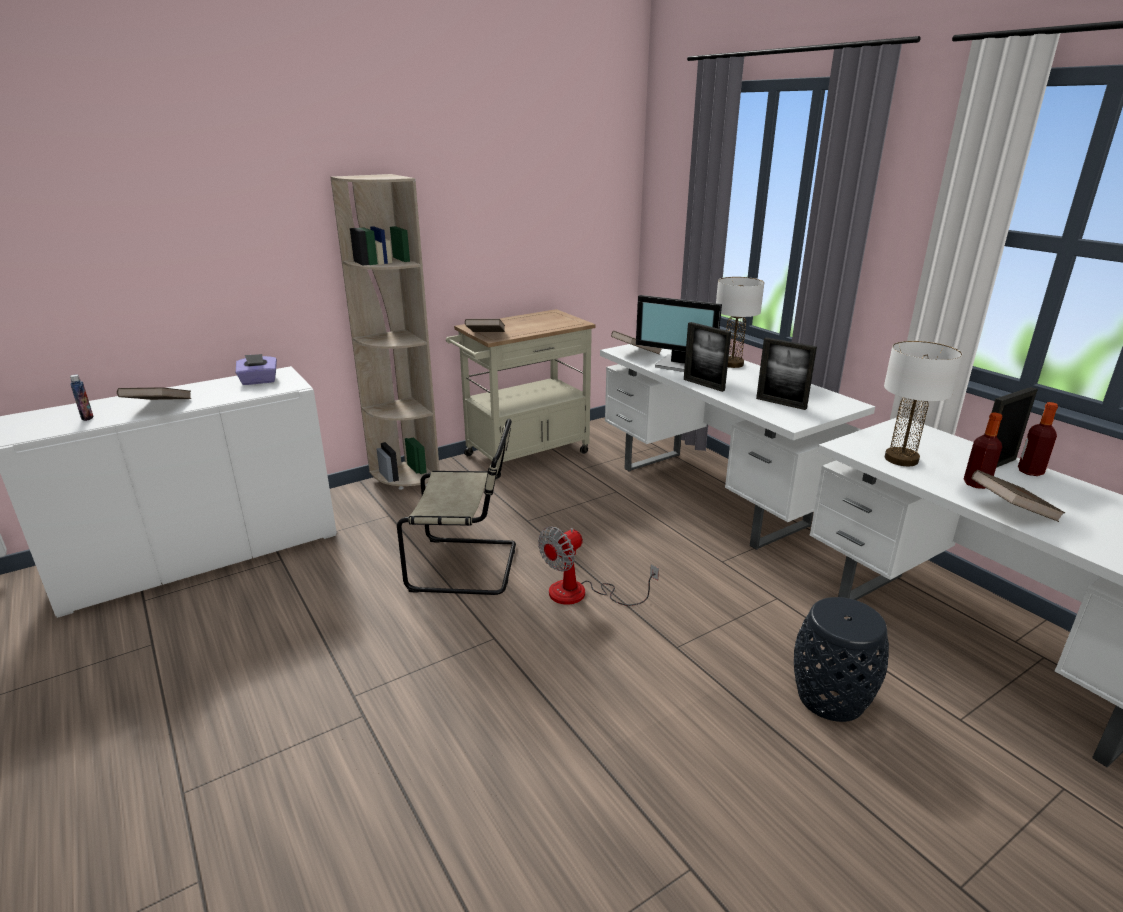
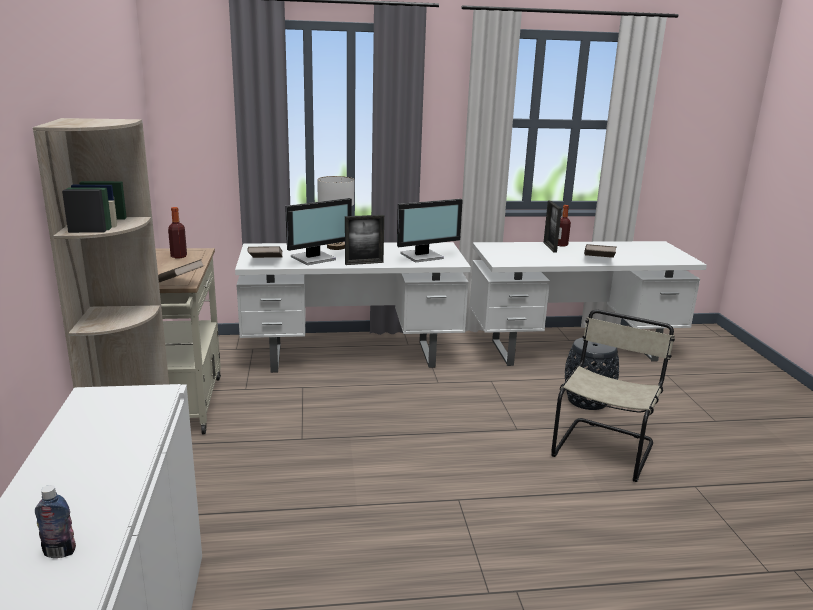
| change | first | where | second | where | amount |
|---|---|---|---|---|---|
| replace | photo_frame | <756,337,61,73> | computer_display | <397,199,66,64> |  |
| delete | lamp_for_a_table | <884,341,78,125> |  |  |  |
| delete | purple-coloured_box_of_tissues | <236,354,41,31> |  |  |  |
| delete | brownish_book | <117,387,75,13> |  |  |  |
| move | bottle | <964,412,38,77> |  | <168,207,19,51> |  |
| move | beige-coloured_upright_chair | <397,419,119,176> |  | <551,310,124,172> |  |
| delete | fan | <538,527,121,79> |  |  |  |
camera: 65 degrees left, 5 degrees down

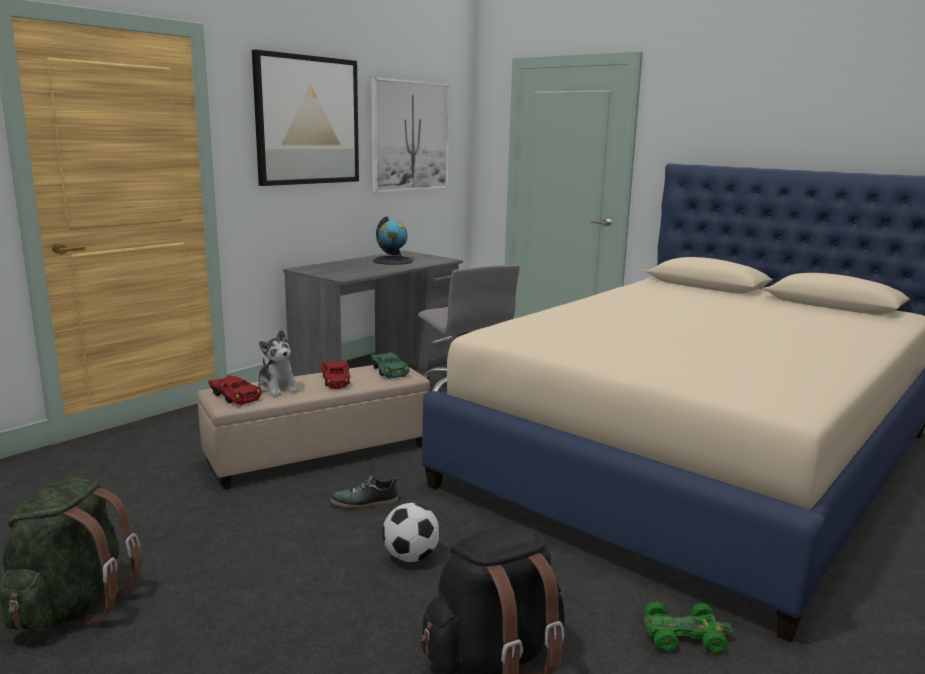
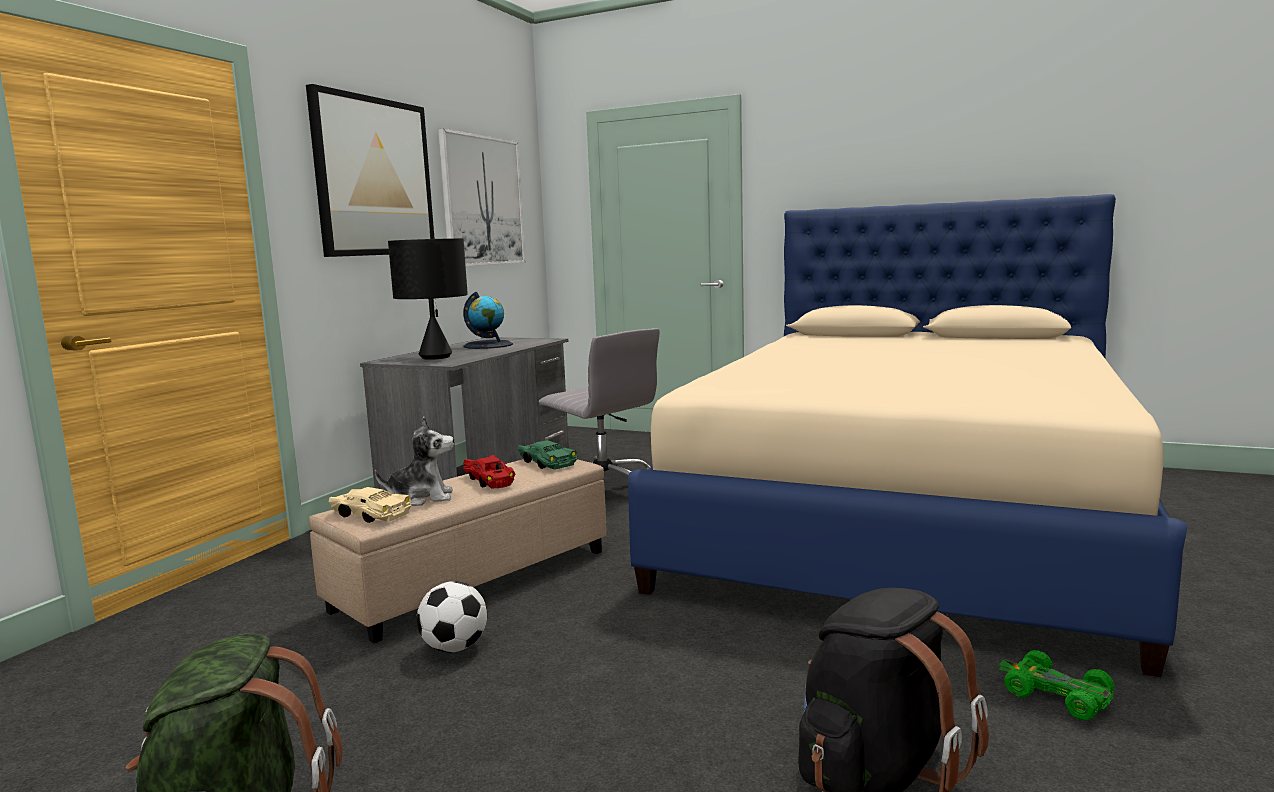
| change | first | where | second | where | amount |
|---|---|---|---|---|---|
| rotate | cuddly_toy | <257,330,43,67> |  | <375,417,79,89> | 45 degrees counterclockwise |
| recolor | red_miniature_car | <208,375,54,30> | beige-coloured_miniature_car | <329,487,83,36> |  |
| delete | low_shoe | <331,476,67,33> |  |  |  |
| move | football | <382,503,58,59> |  | <417,581,70,72> |  |
| rotate | green-coloured_miniature_car | <644,601,89,53> |  | <999,650,116,70> | 120 degrees counterclockwise |
| insert |  |  | black-coloured_lamp_for_a_table | <388,238,80,122> |  |
camera: 15 degrees left, 5 degrees down

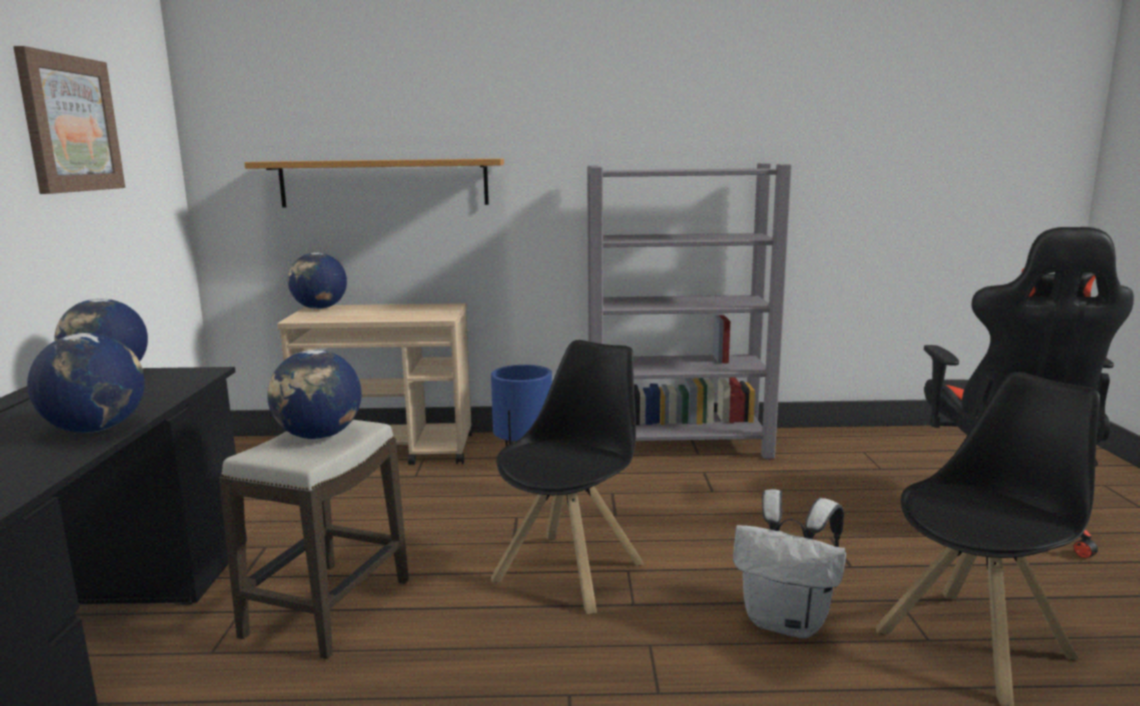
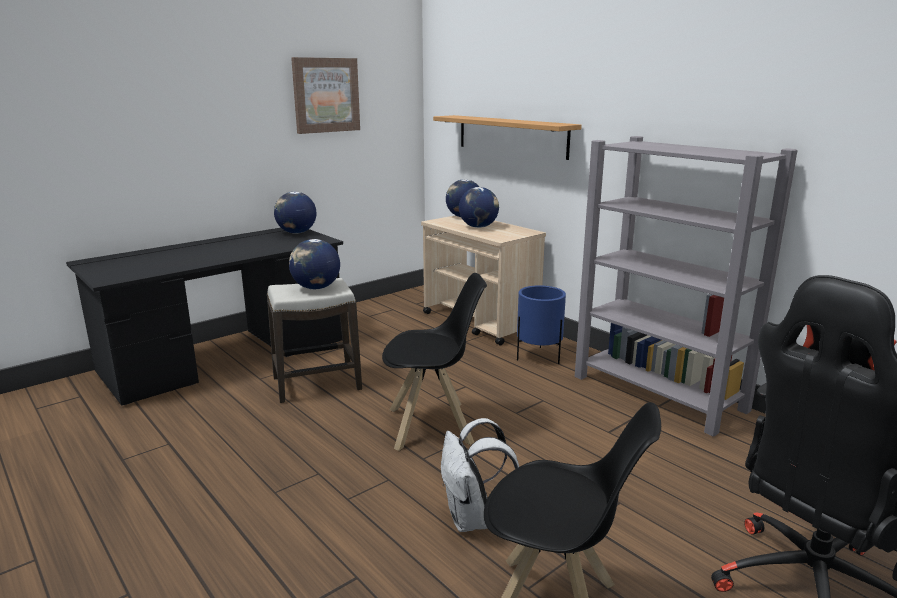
| change | first | where | second | where | amount |
|---|---|---|---|---|---|
| move | world_globe | <27,333,118,100> |  | <459,187,40,41> |  |
camera: 50 degrees right, 5 degrees up

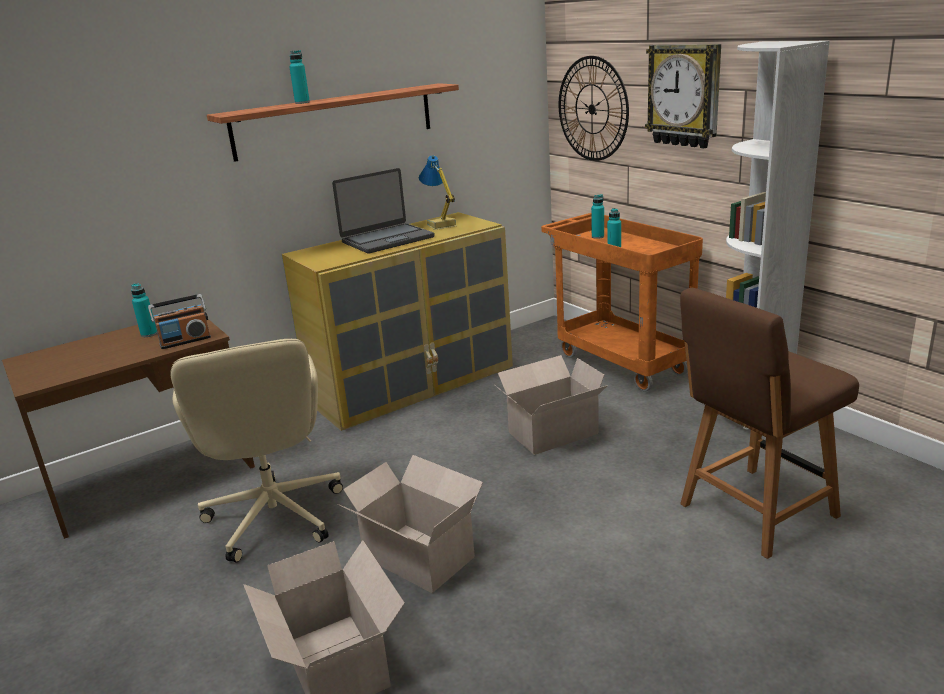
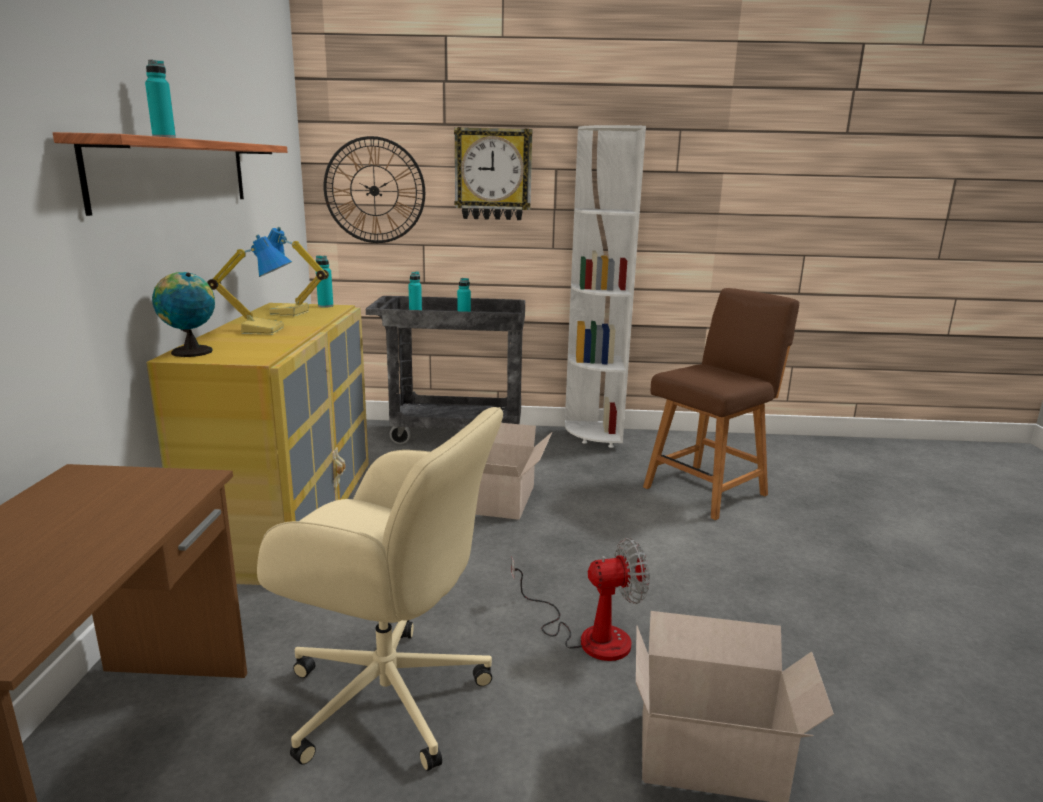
| change | first | where | second | where | amount |
|---|---|---|---|---|---|
| replace | portable_computer | <332,168,103,86> | lamp_for_a_table | <207,235,85,100> |  |
| recolor | orange-coloured_trolley | <541,213,162,179> | gray_trolley | <366,296,159,148> |  |
| move | turquoise-coloured_bottle | <131,283,26,54> |  | <316,256,17,52> |  |
| rotate | brownish_upright_chair | <680,288,179,271> |  | <643,288,156,232> | 135 degrees counterclockwise |
| delete | radio_set | <148,294,63,55> |  |  |  |
| replace | packing_box | <337,455,146,138> | fan | <511,538,139,123> |  |
| insert |  |  | world_globe | <152,272,63,85> |  |
camera: 55 degrees left, 5 degrees down

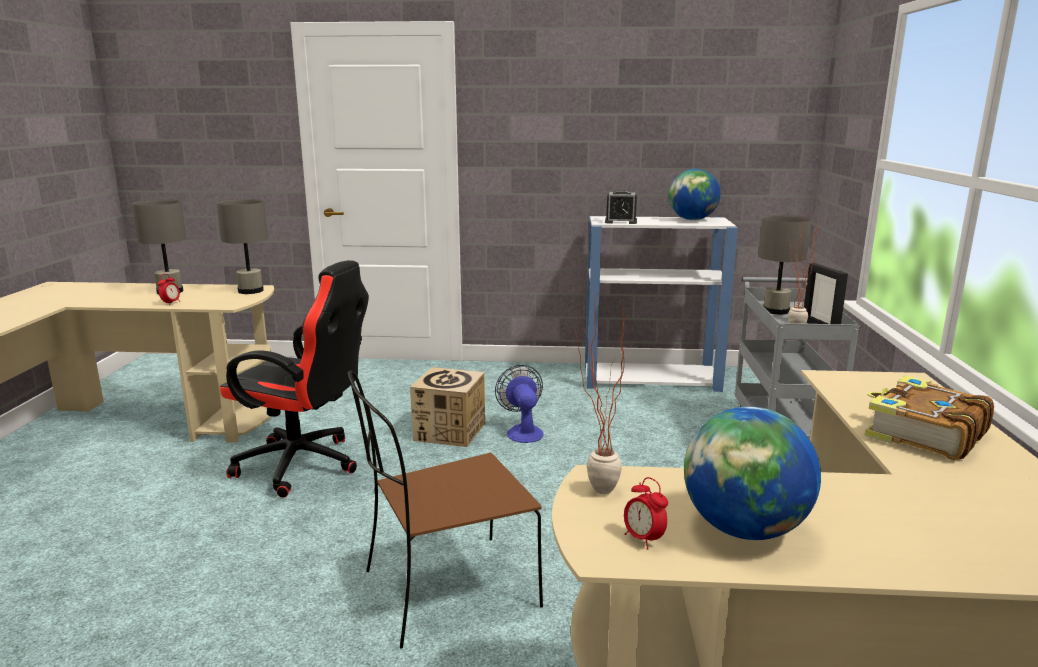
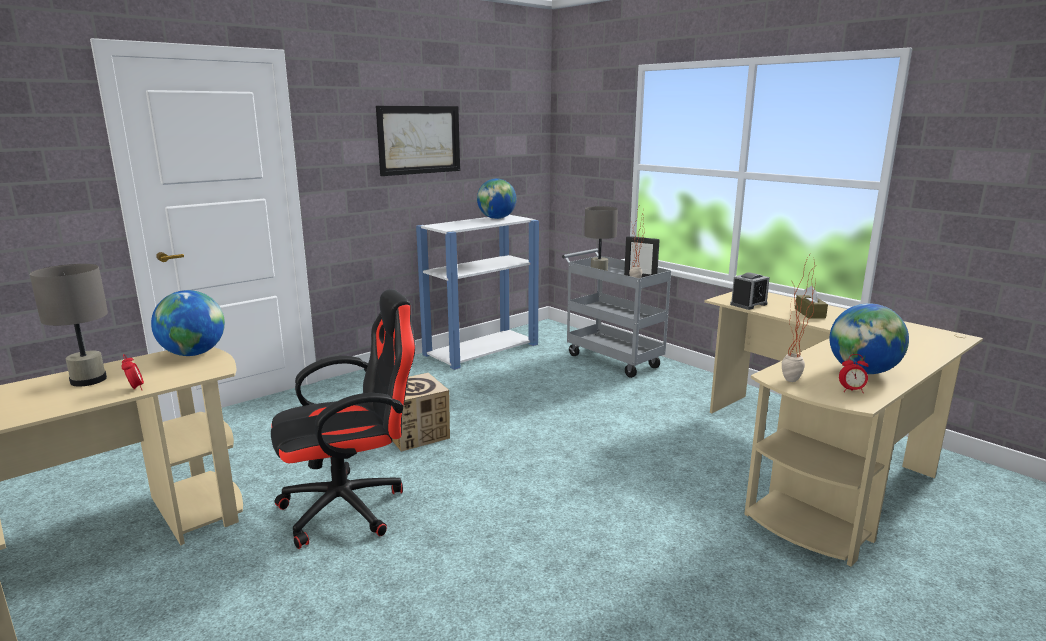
| change | first | where | second | where | amount |
|---|---|---|---|---|---|
| move | table_clock | <605,190,32,34> |  | <730,272,40,38> |  |
| replace | gray_lamp_for_a_table | <217,199,51,95> | world_globe | <151,290,74,66> |  |
| delete | fan | <495,365,48,78> |  |  |  |
| delete | brownish_upright_chair | <348,370,195,278> |  |  |  |
| replace | book | <864,375,130,85> | brownish_box_of_tissues | <795,286,33,33> |  |
| insert |  |  | wall_art | <376,106,84,70> |  |
camera: 45 degrees left, 0 degrees up

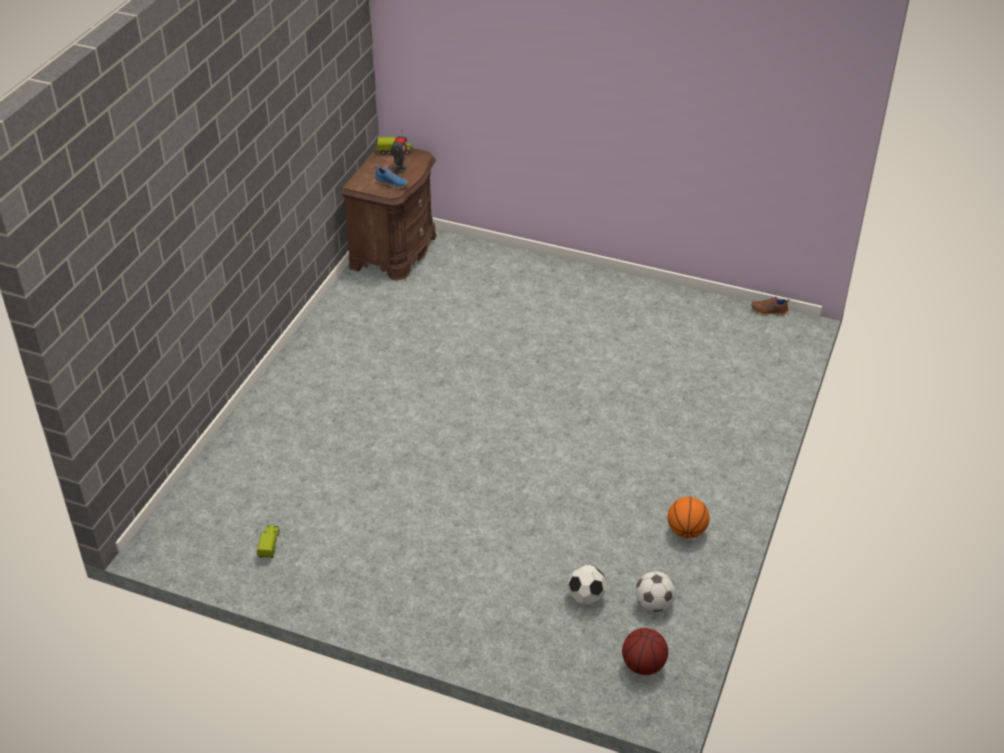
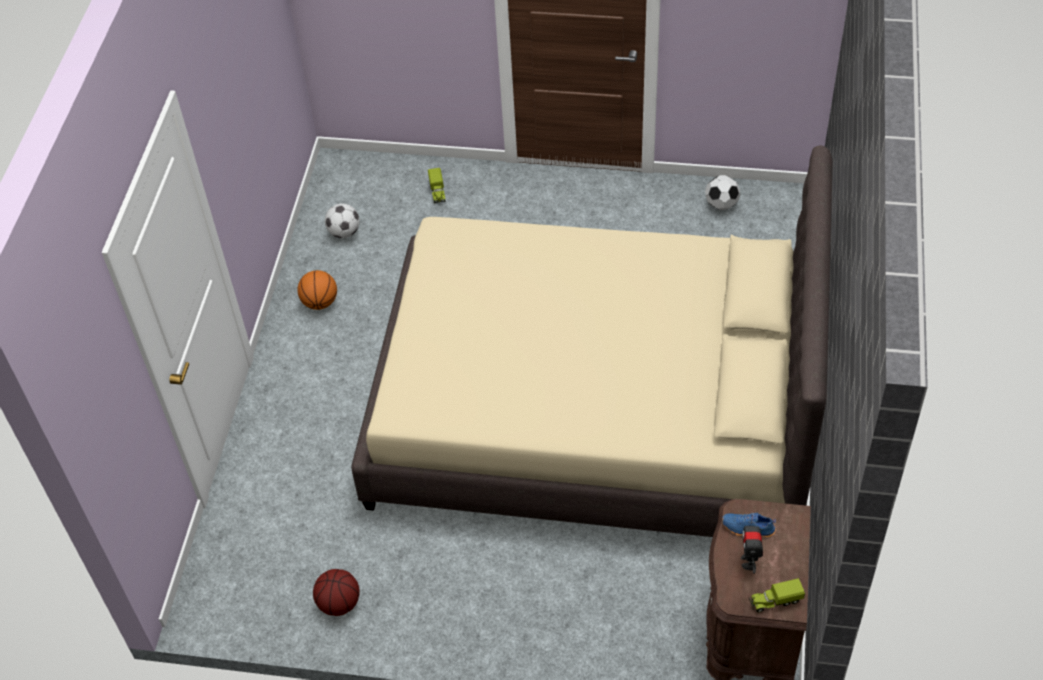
| change | first | where | second | where | amount |
|---|---|---|---|---|---|
| delete | brownish_low_shoe | <751,297,39,18> |  |  |  |
| move | toy_truck | <257,524,22,34> |  | <428,168,18,35> |  |
| move | football | <567,564,40,41> |  | <705,175,35,35> |  |
| move | basketball_ball | <622,628,46,47> |  | <313,569,47,47> |  |
| insert |  |  | beige-coloured_sleeping_bed | <351,145,482,392> |  |
camera: 170 degrees right, 10 degrees up

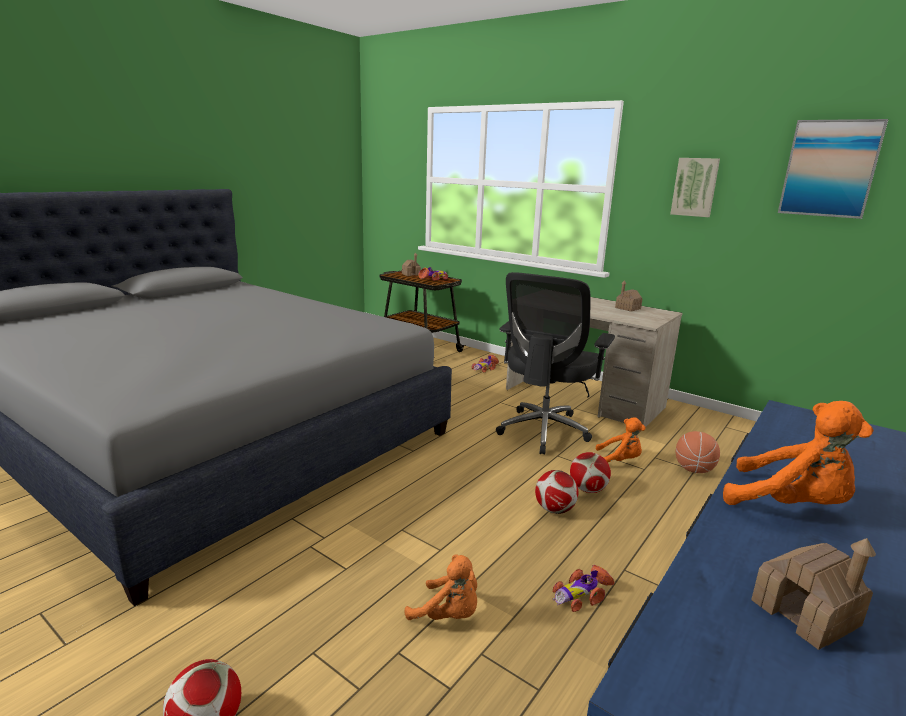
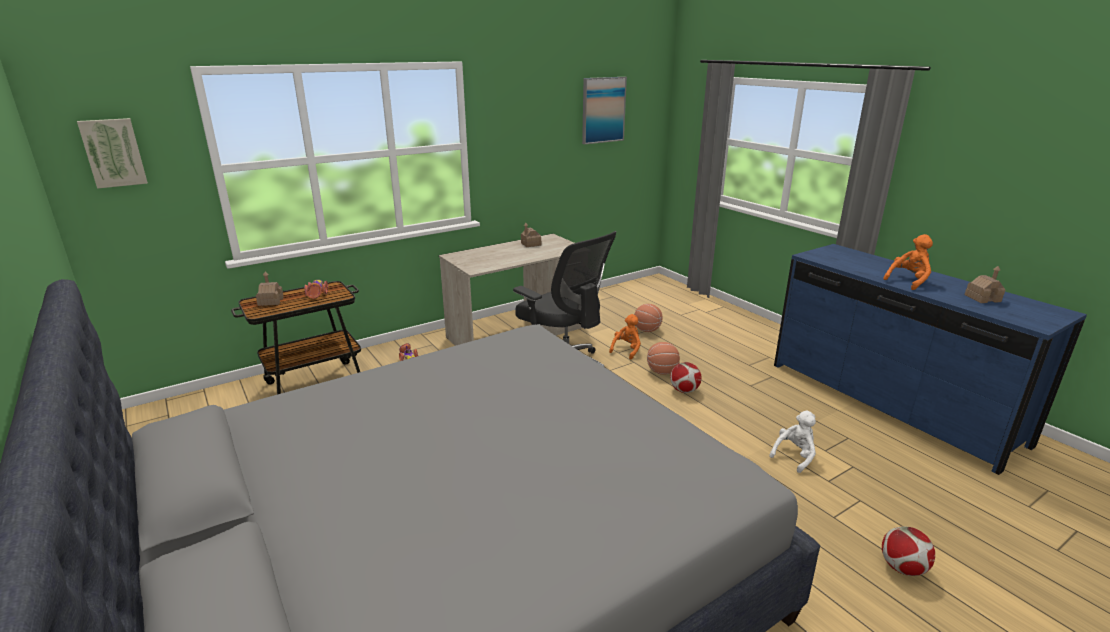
| change | first | where | second | where | amount |
|---|---|---|---|---|---|
| move | wall_art | <670,158,50,59> |  | <77,118,71,71> |  |
| replace | football | <570,452,41,41> | basketball_ball | <647,342,33,33> |  |
| recolor | orange-coloured_cuddly_toy | <405,554,72,66> | white_cuddly_toy | <769,410,47,63> |  |
| delete | miniature_car | <553,565,62,47> |  |  |  |
camera: 70 degrees left, 5 degrees up

